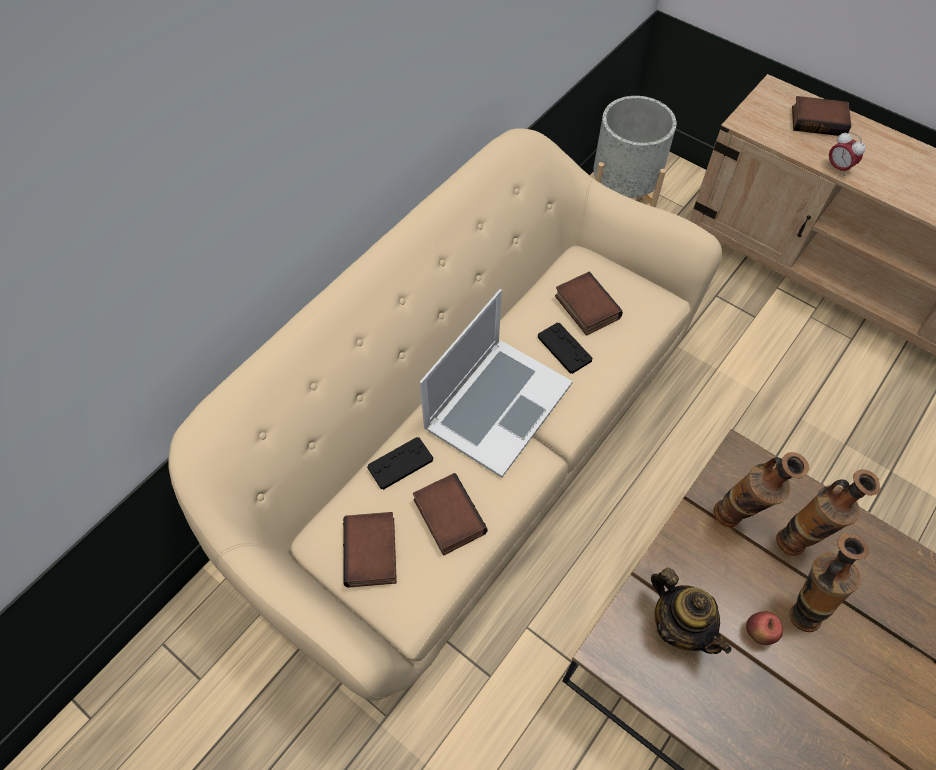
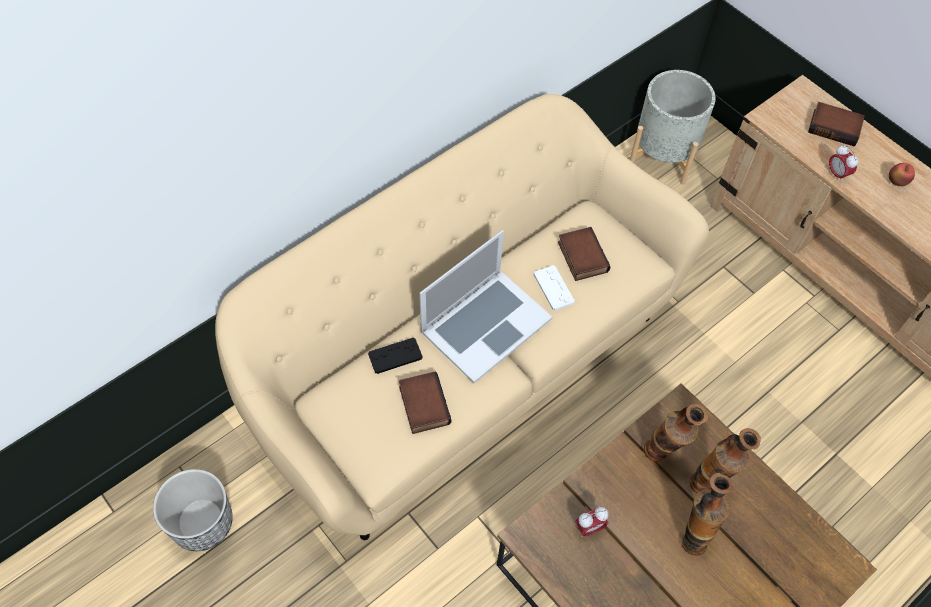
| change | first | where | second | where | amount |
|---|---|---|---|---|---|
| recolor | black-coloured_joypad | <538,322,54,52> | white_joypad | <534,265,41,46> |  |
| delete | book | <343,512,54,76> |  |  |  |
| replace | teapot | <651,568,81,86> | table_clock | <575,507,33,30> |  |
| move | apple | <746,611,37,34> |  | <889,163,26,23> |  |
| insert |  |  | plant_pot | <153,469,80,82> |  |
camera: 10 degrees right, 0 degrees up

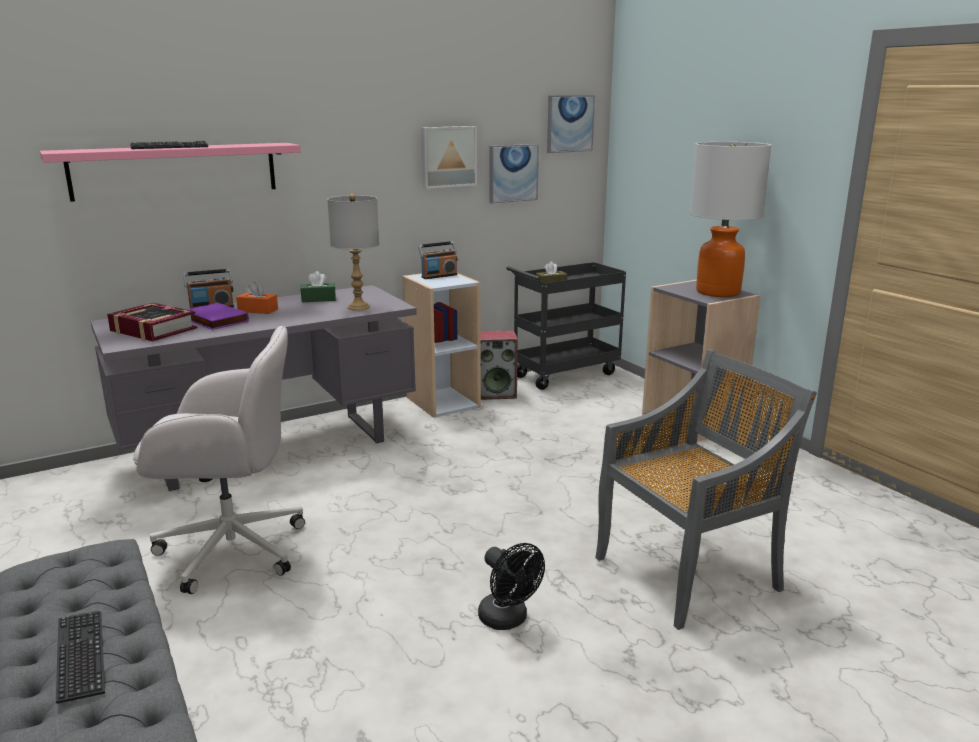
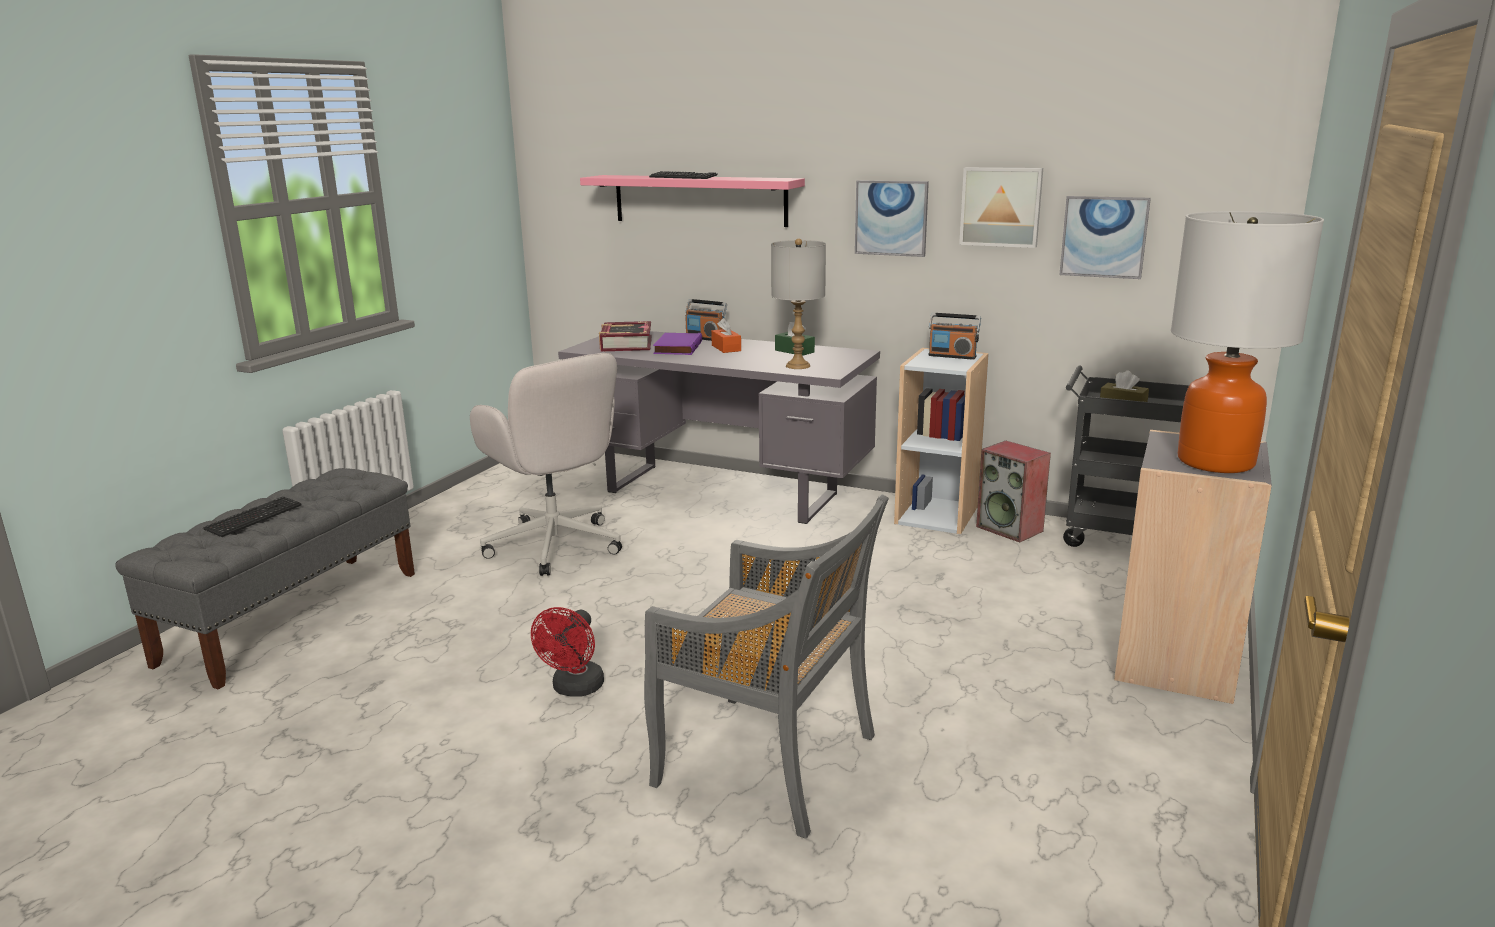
| change | first | where | second | where | amount |
|---|---|---|---|---|---|
| move | wall_art | <547,95,48,58> |  | <855,180,74,77> |  |
| recolor | black-coloured_fan | <478,543,67,87> | red_fan | <531,607,73,90> |  |
camera: 55 degrees right, 0 degrees up

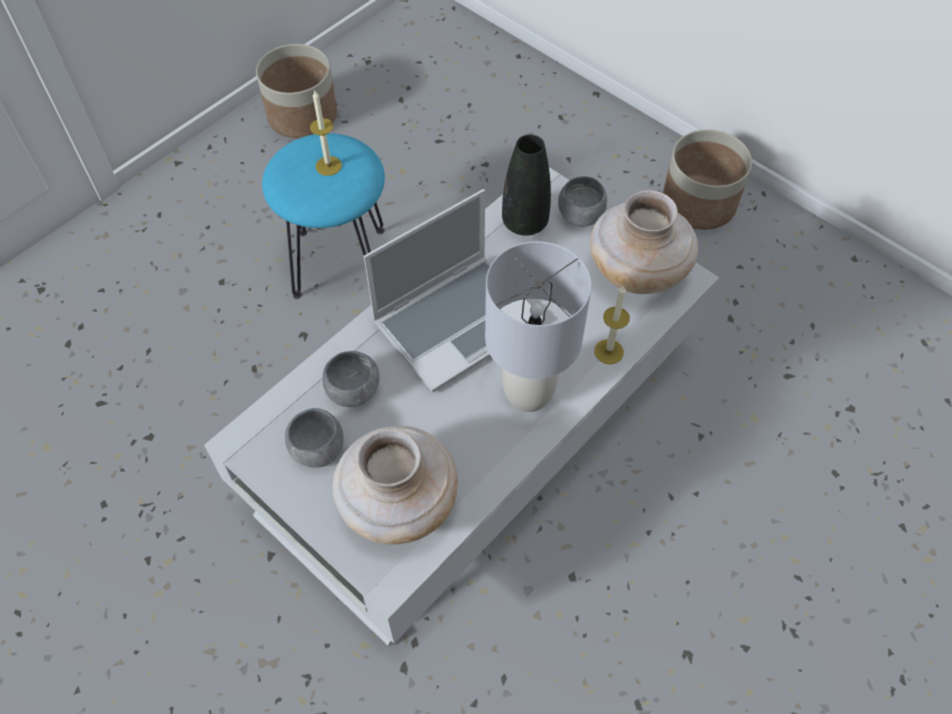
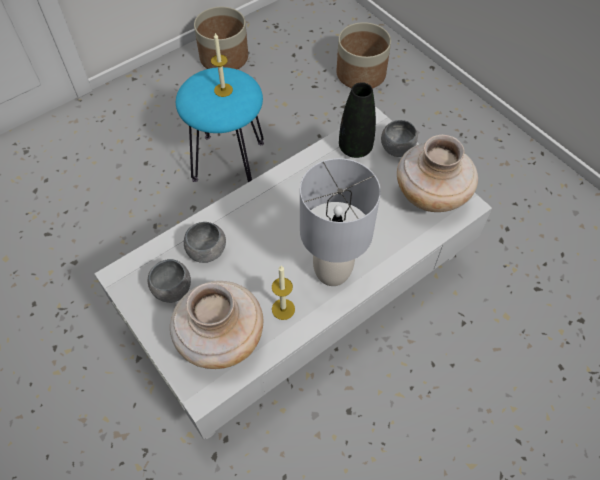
| change | first | where | second | where | amount |
|---|---|---|---|---|---|
| move | plant_pot | <663,129,89,101> |  | <336,22,55,67> |  |
| delete | portable_computer | <364,189,180,204> |  |  |  |
| move | wax_light | <594,285,36,79> |  | <272,266,23,54> |  |
camera: 10 degrees right, 0 degrees up

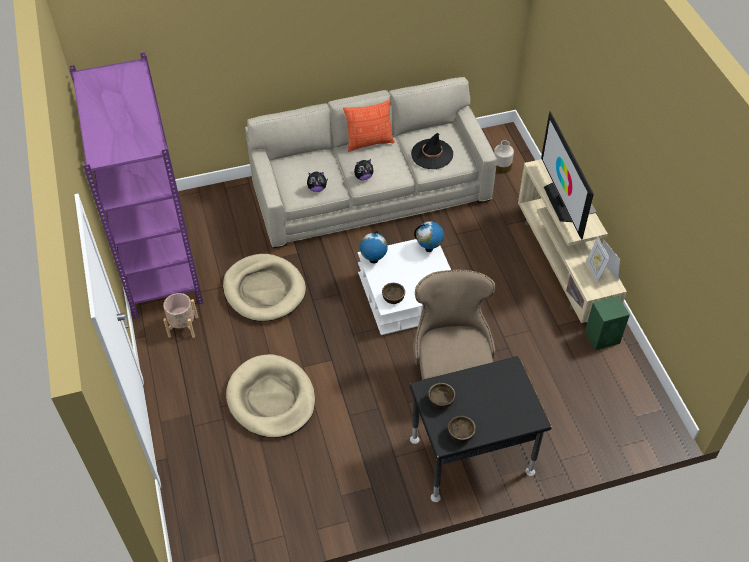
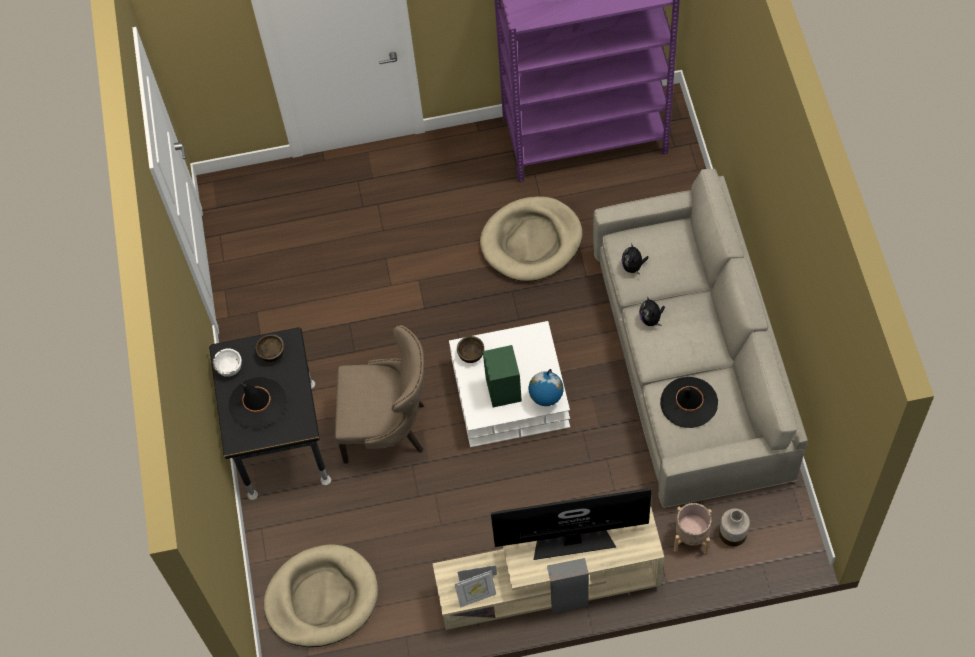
| change | first | where | second | where | amount |
|---|---|---|---|---|---|
| delete | orange-coloured_pillow | <343,100,52,52> |  |  |  |
| delete | world_globe | <360,231,28,32> |  |  |  |
| move | beige-coloured_plant_pot | <163,293,35,45> |  | <674,503,38,51> |  |
| move | green-coloured_audio_speaker | <585,296,45,54> |  | <483,345,39,63> |  |
| move | beige-coloured_dog_cushion | <226,354,89,84> |  | <264,544,114,103> |  |
| recolor | brownish_deep_dish | <448,416,28,27> | white_deep_dish | <213,348,29,29> |  |
| insert |  |  | black-coloured_wearable_hat | <228,377,59,52> |  |
camera: 100 degrees right, 10 degrees up

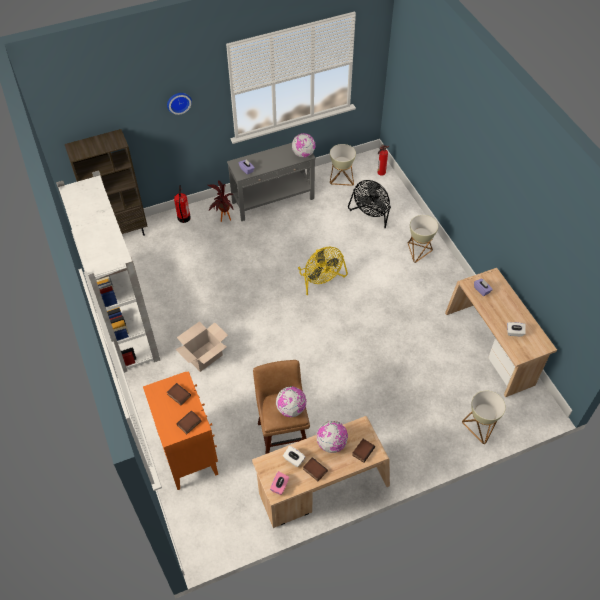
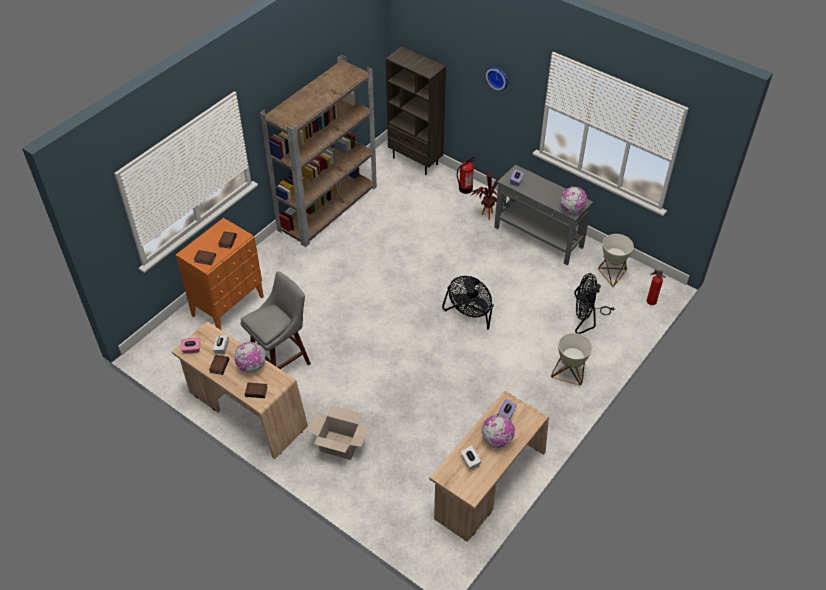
| change | first | where | second | where | amount |
|---|---|---|---|---|---|
| recolor | white_bookshelf | <56,170,104,203> | brownish_bookshelf | <260,55,117,192> |  |
| recolor | yellow_fan | <298,247,50,48> | black-coloured_fan | <442,276,52,54> |  |
| move | packing_box | <175,321,53,51> |  | <307,405,62,55> |  |
| recolor | brownish_stool_seat | <253,360,57,94> | gray_stool_seat | <240,271,71,98> |  |
| move | world_globe | <276,386,30,31> |  | <482,414,33,34> |  |
| delete | plant_pot | <462,391,44,53> |  |  |  |
camera: 60 degrees right, 5 degrees down

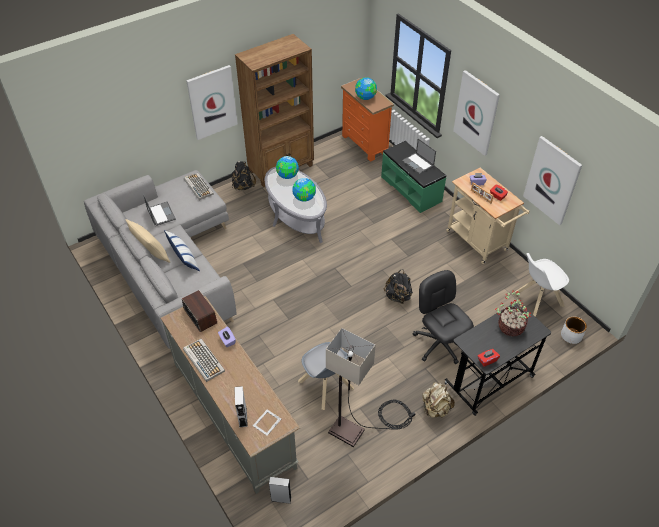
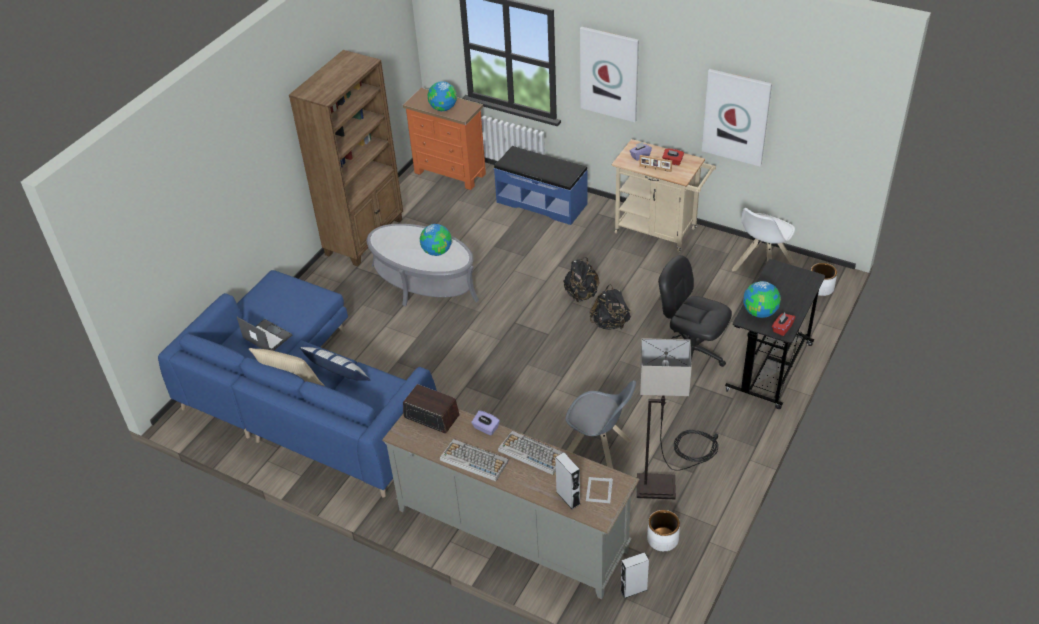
| change | first | where | second | where | amount |
|---|---|---|---|---|---|
| delete | wall_art | <186,65,52,75> |  |  |  |
| delete | portable_computer | <402,139,34,35> |  |  |  |
| recolor | green-coloured_bench | <381,141,65,72> | blue_bench | <494,146,94,79> |  |
| move | world_globe | <276,156,23,23> |  | <743,281,38,37> |  |
| move | black-coloured_knapsack | <232,161,24,29> |  | <563,257,36,46> |  |
| recolor | gray_settee | <84,170,153,179> | blue_settee | <158,270,279,228> |  |
| move | computer_keyboard | <184,173,30,27> |  | <498,431,69,44> |  |
| delete | plant_in_a_pot | <495,290,36,46> |  |  |  |
| delete | beige-coloured_knapsack | <422,382,33,36> |  |  |  |
| insert |  |  | white_plant_pot | <647,510,33,42> |  |
camera: 25 degrees left, 5 degrees down

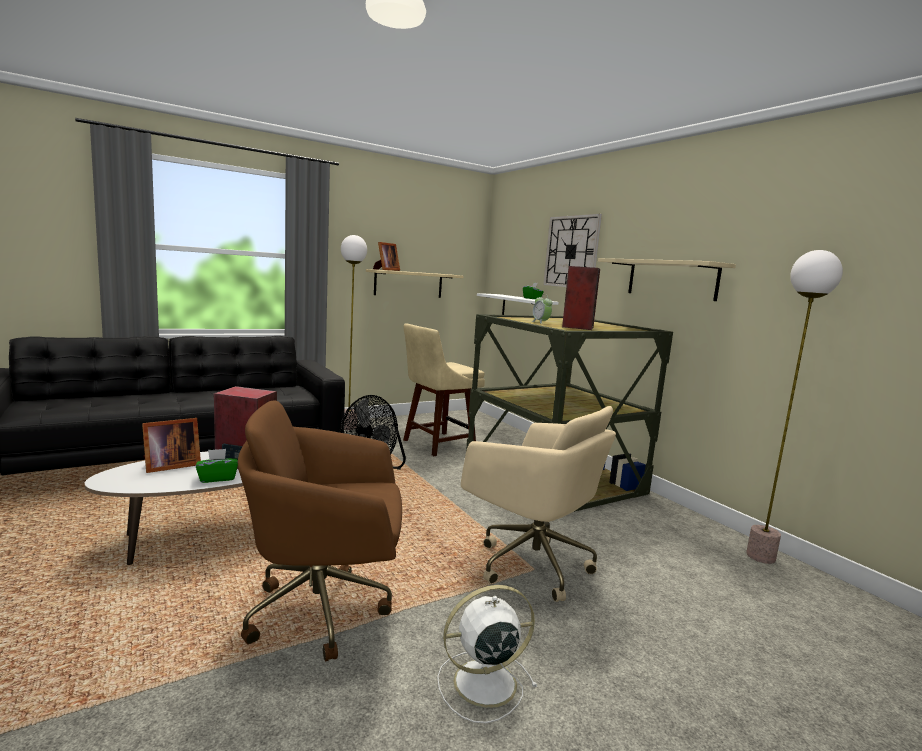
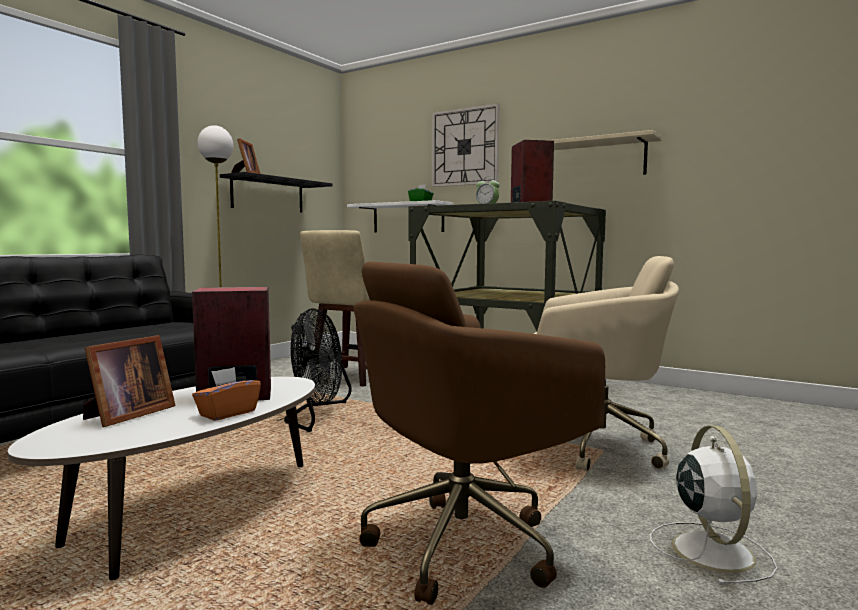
| change | first | where | second | where | amount |
|---|---|---|---|---|---|
| delete | standing_lamp | <746,250,97,314> |  |  |  |
| recolor | beige-coloured_wall_shelf | <366,269,97,29> | black-coloured_wall_shelf | <220,172,113,41> |  |
| recolor | green-coloured_box_of_tissues | <196,449,42,34> | orange-coloured_box_of_tissues | <192,367,69,54> |  |
| rotate | white_fan | <437,585,100,138> |  | <650,426,127,159> | 135 degrees clockwise |
camera: 25 degrees left, 5 degrees down

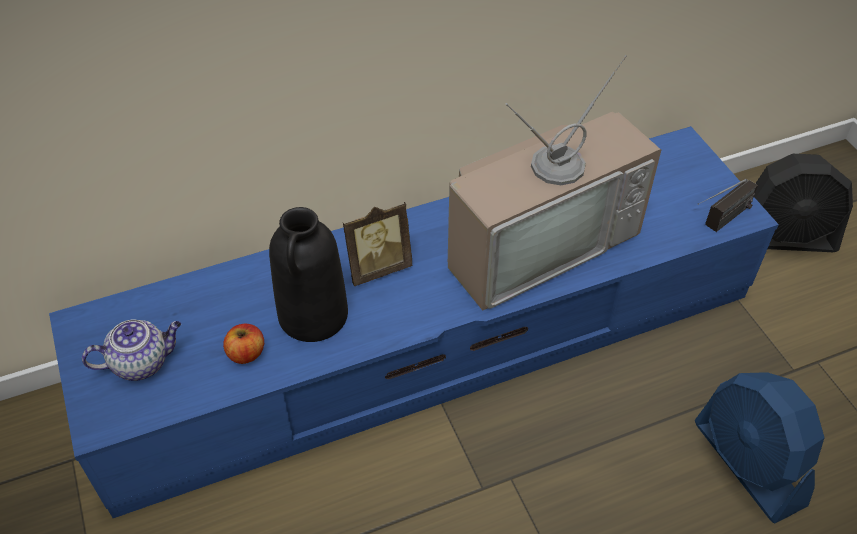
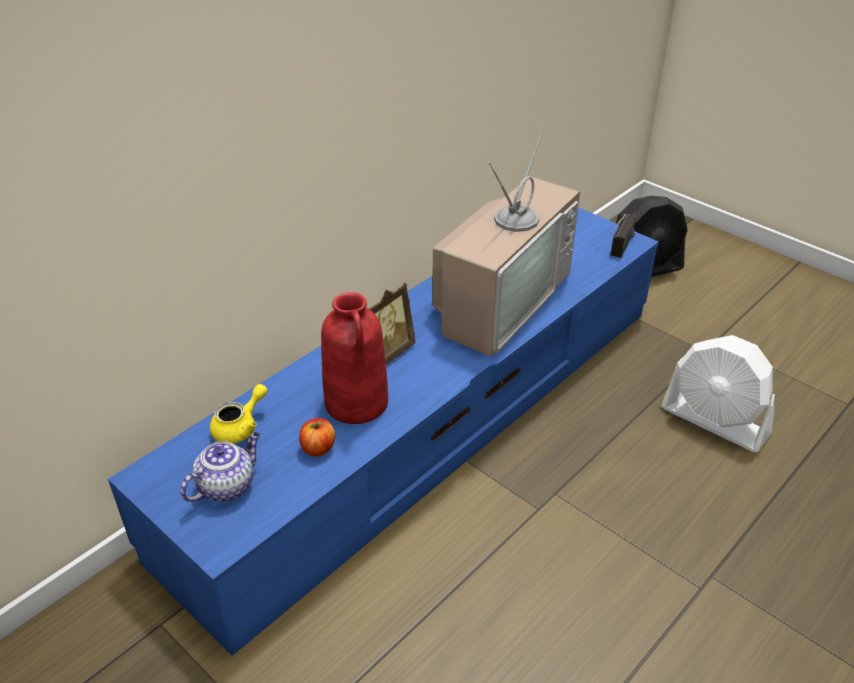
| change | first | where | second | where | amount |
|---|---|---|---|---|---|
| recolor | black-coloured_flower_vase | <269,207,79,135> | red_flower_vase | <321,292,67,132> |  |
| recolor | blue_fan | <695,372,130,151> | white_fan | <661,335,114,117> |  |
| insert |  |  | yellow_teapot | <210,384,57,60> |  |
camera: 25 degrees left, 10 degrees down

